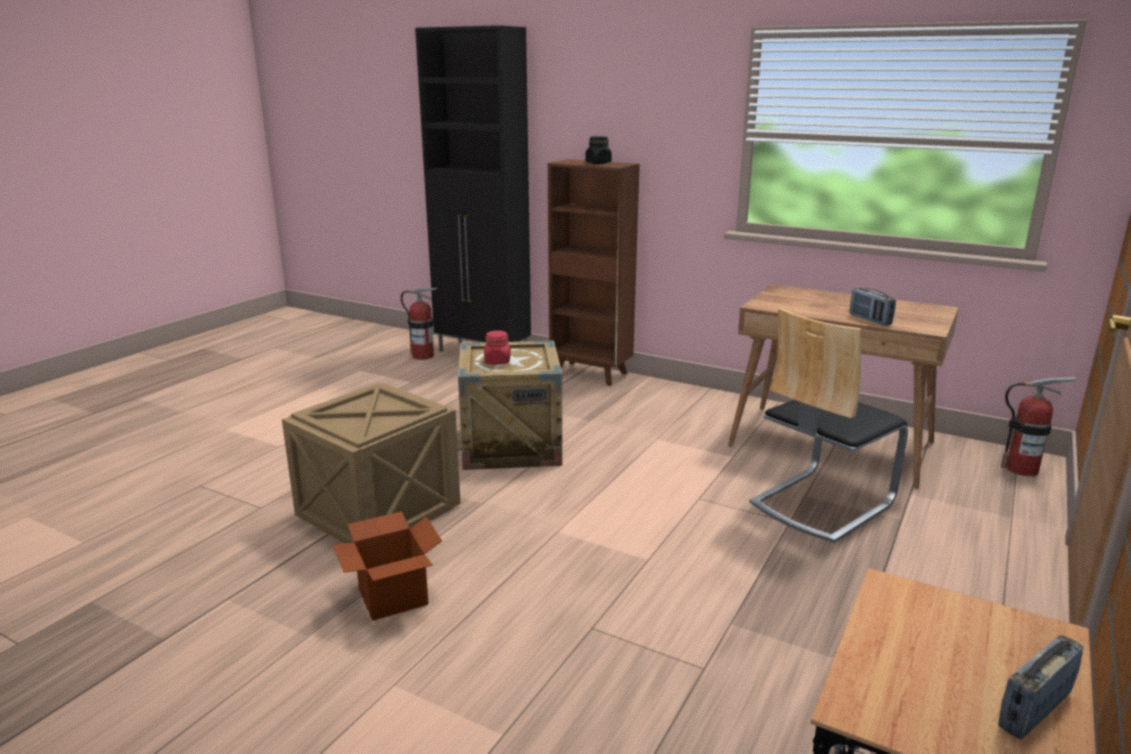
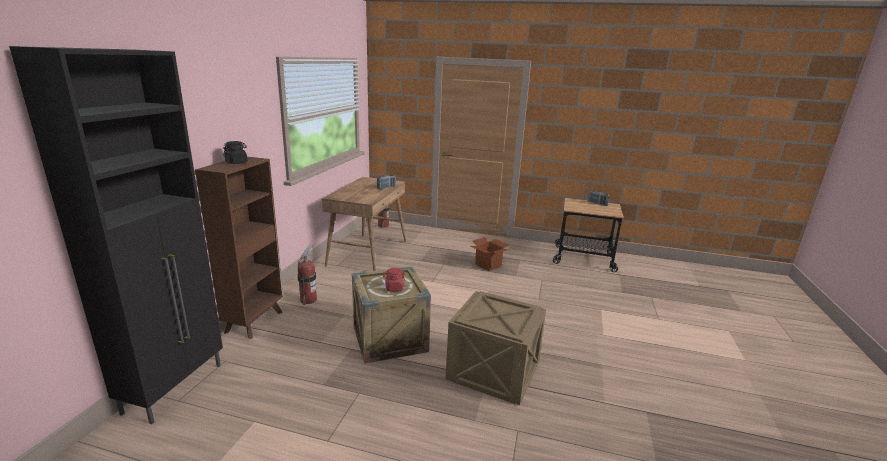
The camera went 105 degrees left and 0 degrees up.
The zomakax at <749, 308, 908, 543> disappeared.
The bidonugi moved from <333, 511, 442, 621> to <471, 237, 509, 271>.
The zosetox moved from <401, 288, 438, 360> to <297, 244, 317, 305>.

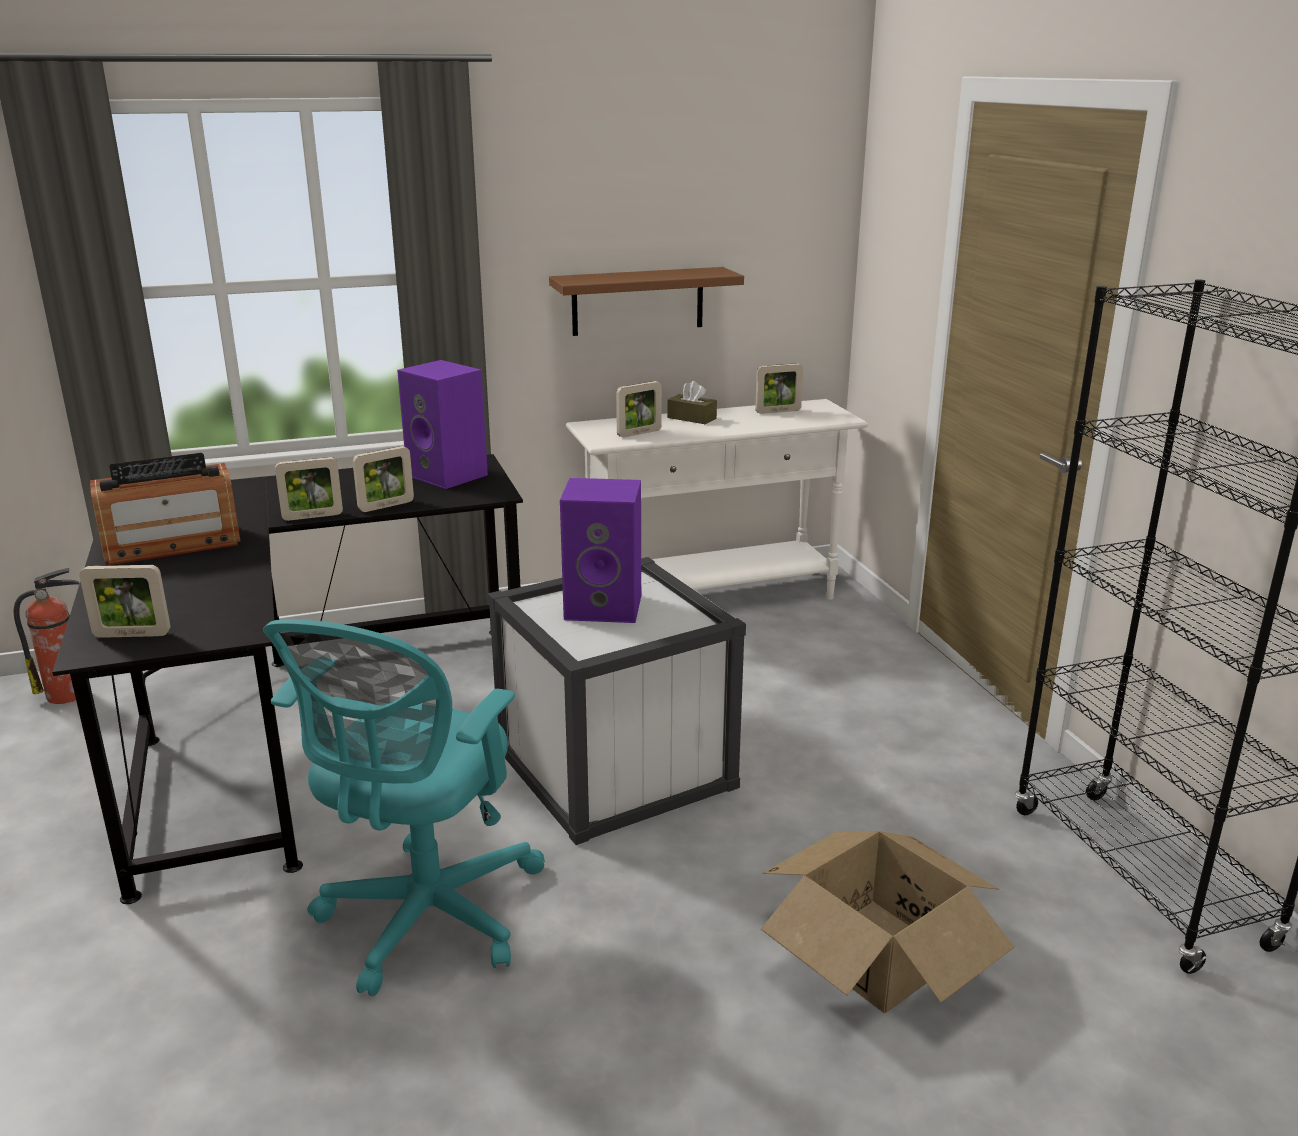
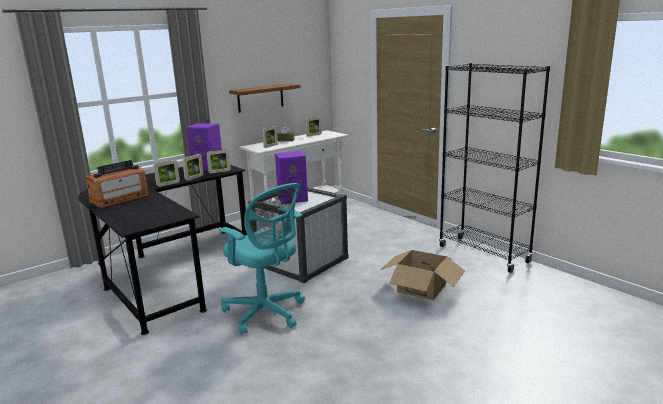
The camera went 20 degrees left and 5 degrees down.
The zosetox at <14, 568, 79, 704> disappeared.
The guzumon moved from <79, 565, 171, 638> to <206, 149, 231, 174>.
The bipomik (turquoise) at <263, 619, 545, 996> turned 45 degrees counterclockwise.

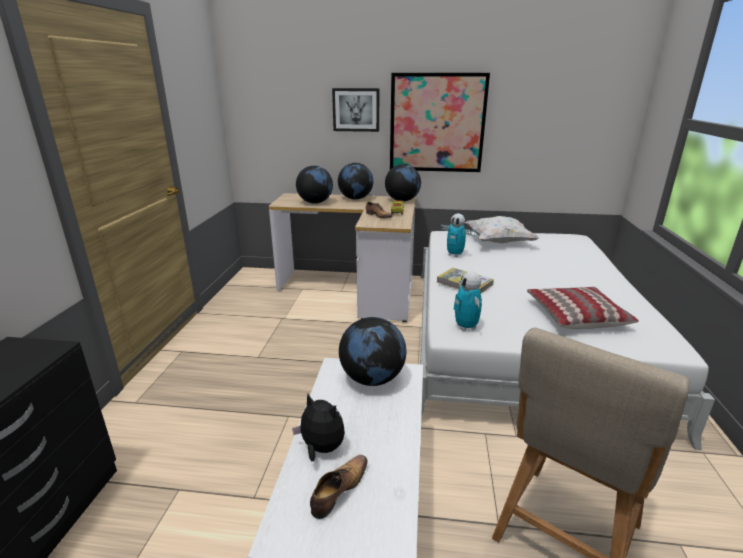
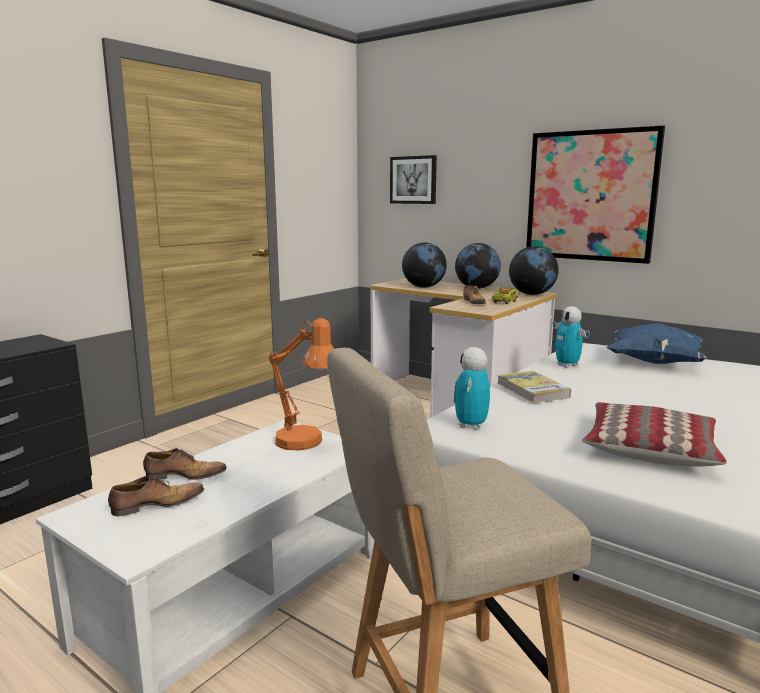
The camera went 30 degrees right and 10 degrees down.
The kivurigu moved from <332, 88, 379, 132> to <390, 155, 437, 204>.
The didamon at <292, 394, 345, 462> was replaced by the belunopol at <143, 448, 227, 480>.
The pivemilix at <339, 317, 406, 386> was replaced by the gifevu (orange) at <268, 318, 334, 450>.
The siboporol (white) at <465, 216, 539, 243> became the siboporol (blue) at <606, 323, 707, 364>.

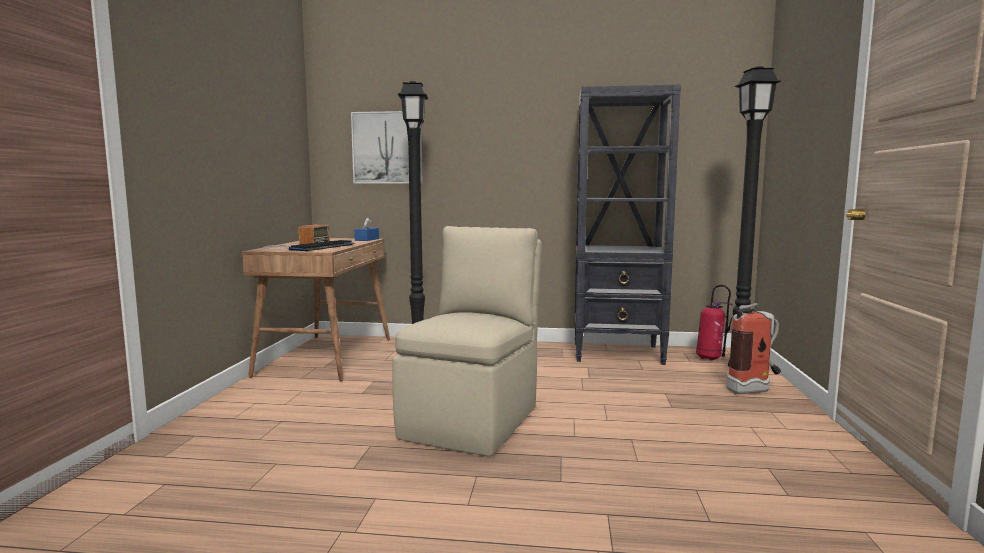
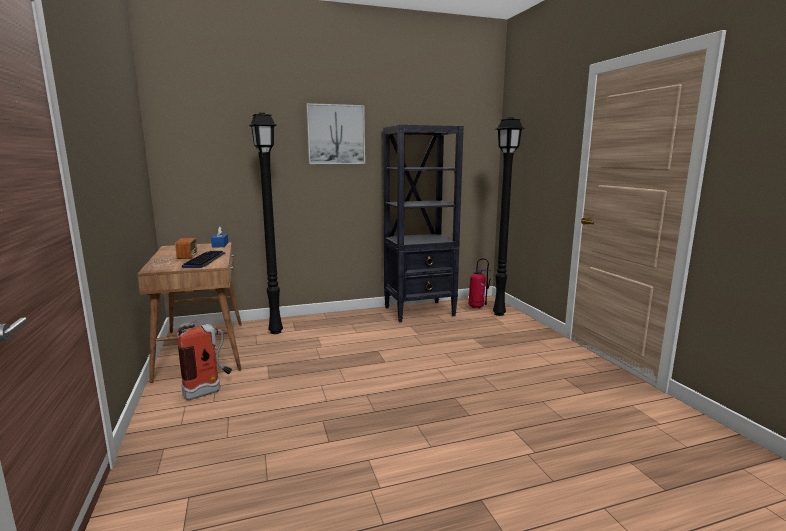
The camera went 25 degrees left and 5 degrees up.
The zomakax (beige) at <393, 226, 542, 456> disappeared.
The kivurigu moved from <351, 111, 423, 184> to <306, 103, 365, 164>.
The zosetox moved from <726, 303, 781, 394> to <177, 320, 232, 400>.

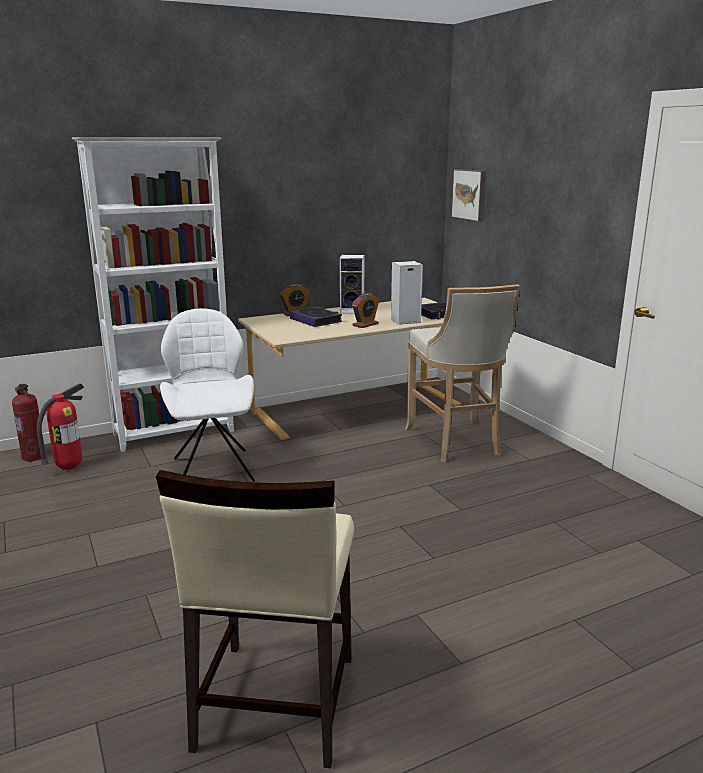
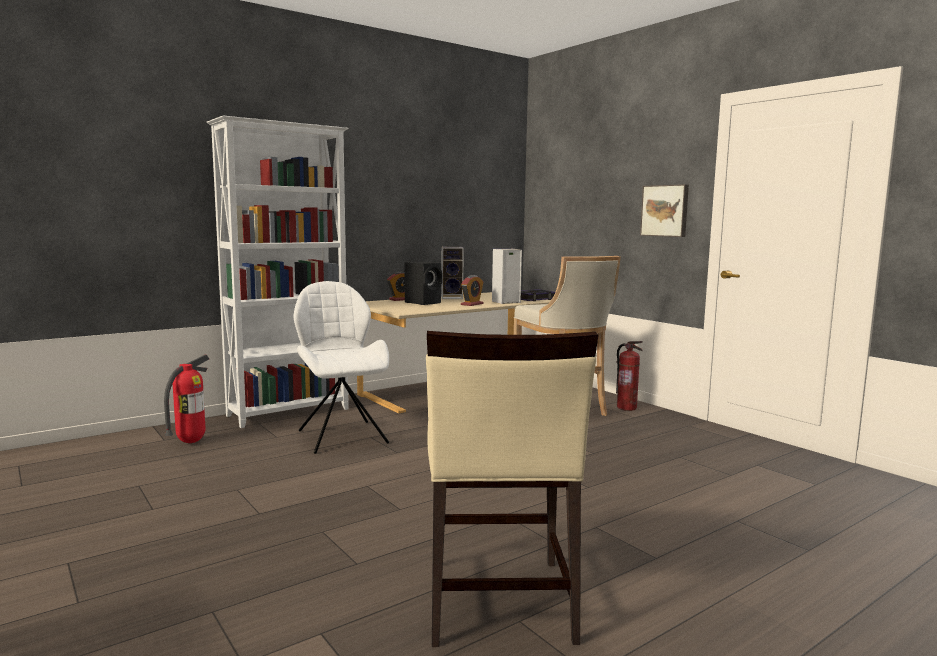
The camera went 10 degrees left and 10 degrees down.
The zosetox moved from <12, 383, 46, 461> to <616, 341, 643, 411>.
The kivurigu moved from <451, 169, 486, 222> to <640, 184, 689, 237>.
The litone at <290, 306, 342, 327> was replaced by the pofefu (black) at <405, 261, 443, 305>.

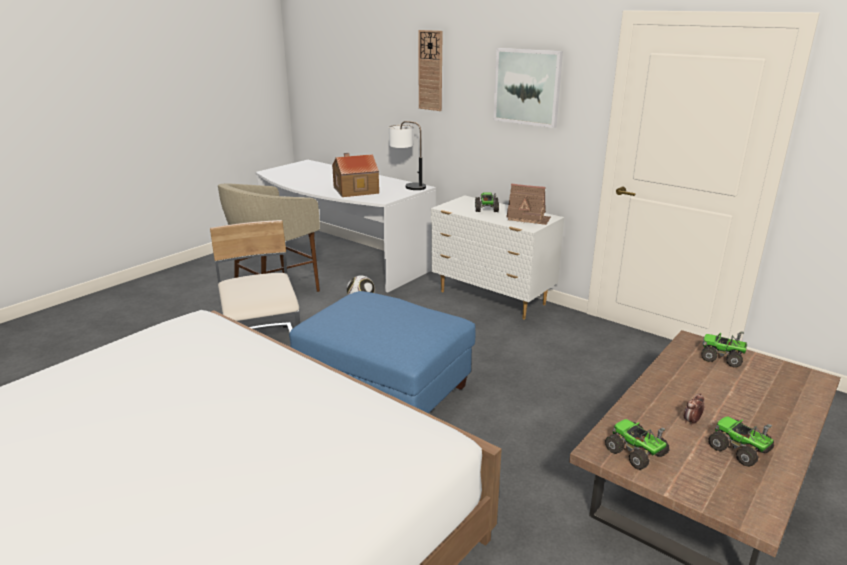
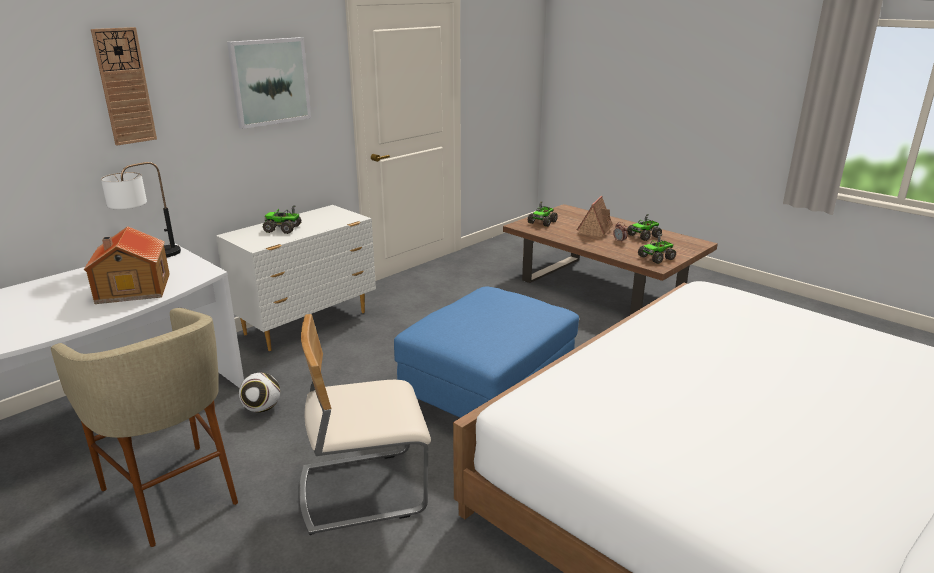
The camera went 85 degrees left and 0 degrees up.
The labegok moved from <506, 183, 551, 225> to <577, 196, 613, 237>.

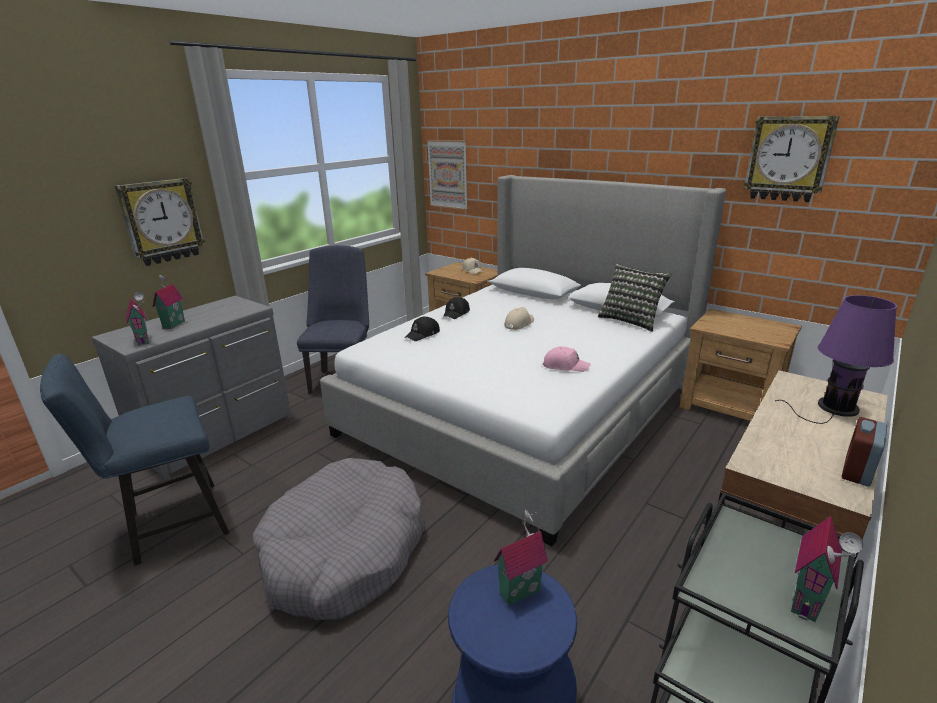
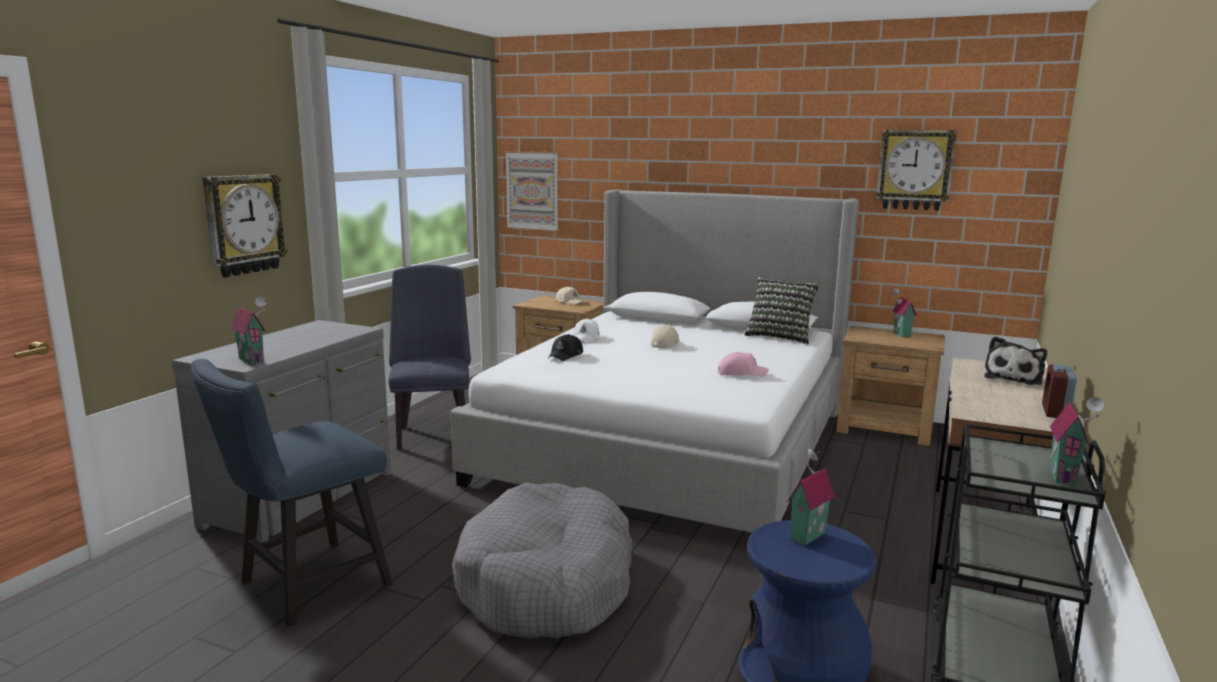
The camera went 15 degrees left and 10 degrees down.
The labegok moved from <153, 275, 185, 329> to <892, 289, 916, 337>.
The gifevu (purple) at <775, 295, 897, 424> was replaced by the didamon at <984, 336, 1047, 385>.
The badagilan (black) at <443, 297, 470, 319> became the badagilan (white) at <573, 318, 600, 343>.

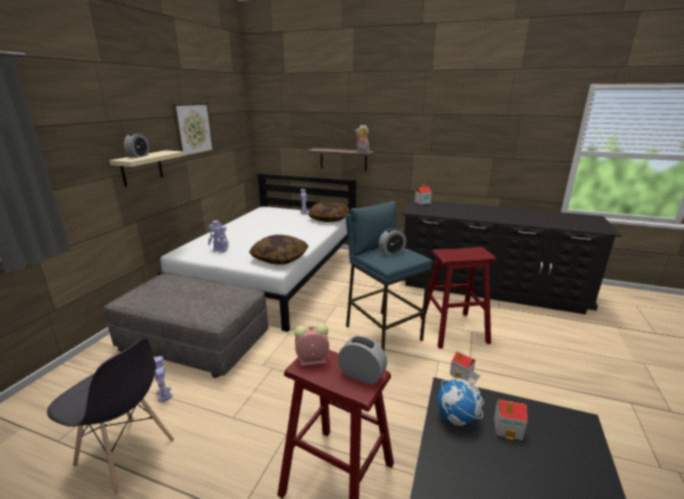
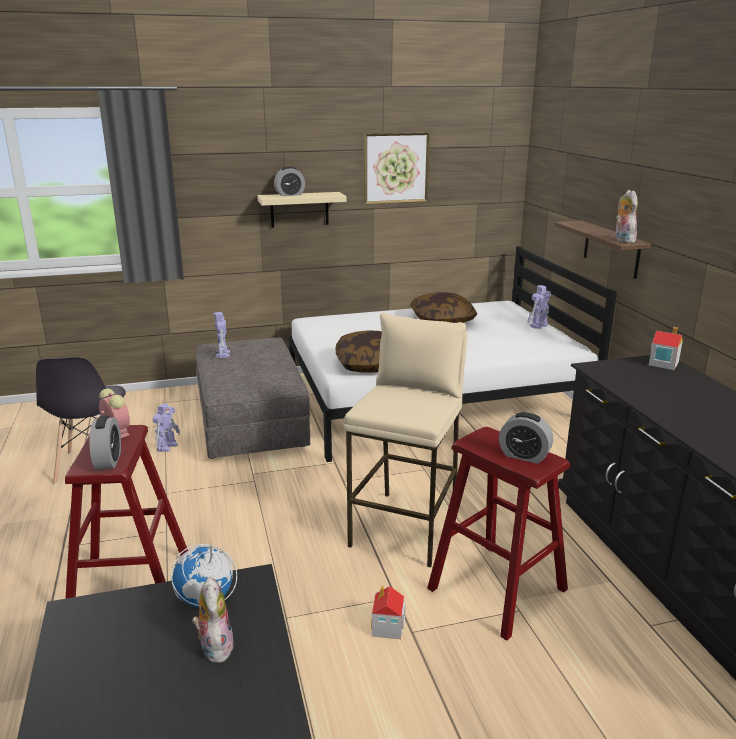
The camera went 55 degrees right and 0 degrees up.
The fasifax moved from <208, 220, 229, 253> to <214, 312, 230, 358>.
The siboporol moved from <308, 202, 350, 222> to <410, 292, 477, 323>.
The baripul moved from <379, 228, 406, 255> to <499, 412, 553, 464>.
The labegok at <494, 399, 527, 441> was replaced by the didamon at <192, 577, 234, 663>.
The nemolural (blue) at <346, 201, 432, 352> became the nemolural (beige) at <344, 313, 468, 568>.

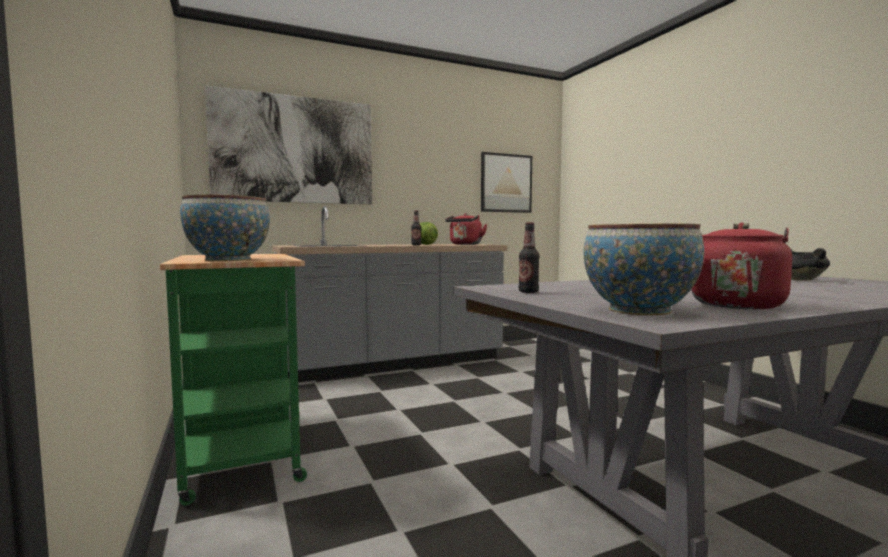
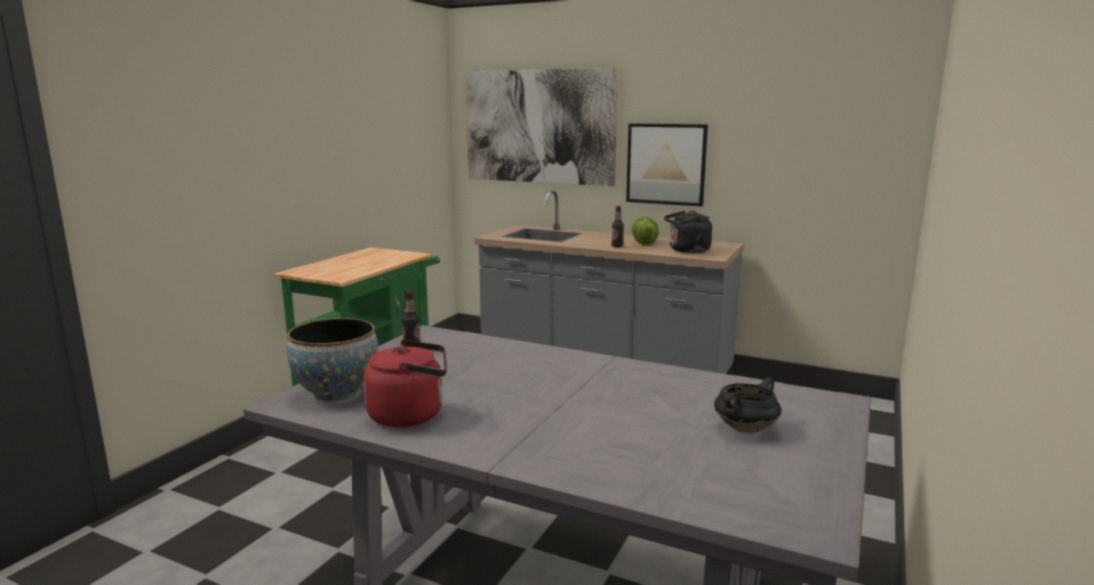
The camera went 50 degrees right and 10 degrees up.
The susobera at <180, 195, 270, 261> disappeared.
The kivurigu moved from <481, 152, 532, 213> to <626, 124, 708, 207>.
The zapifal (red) at <445, 213, 487, 245> became the zapifal (black) at <664, 211, 712, 253>.

